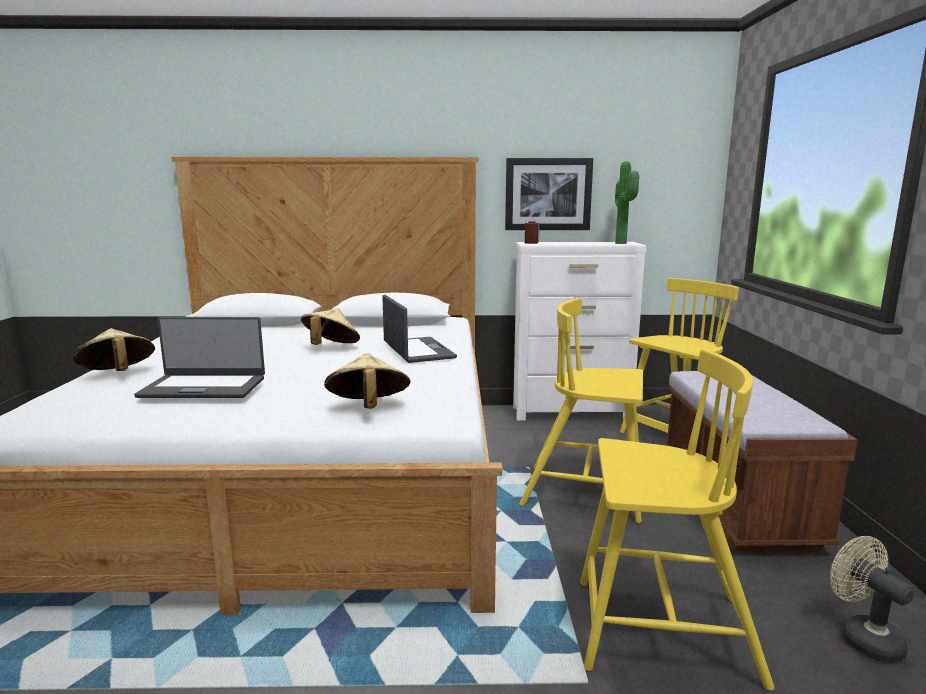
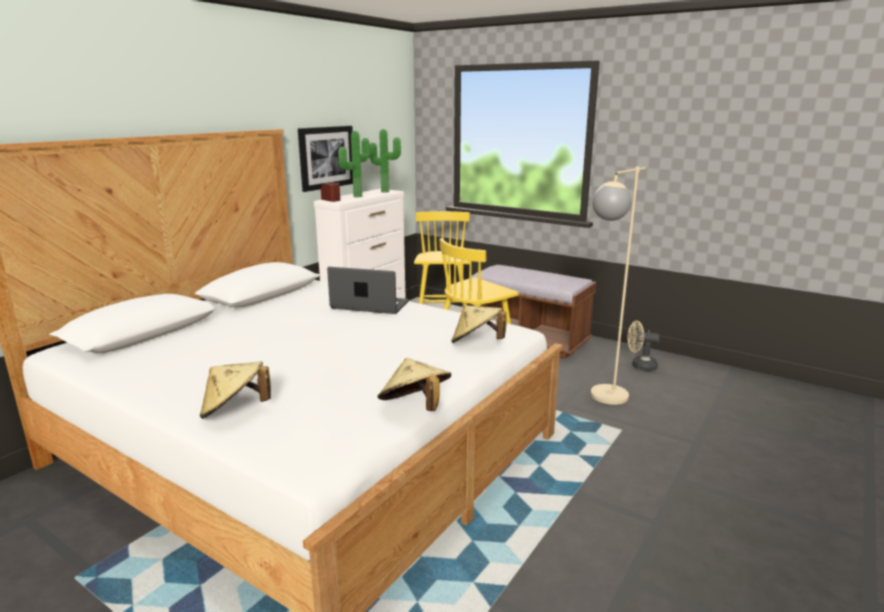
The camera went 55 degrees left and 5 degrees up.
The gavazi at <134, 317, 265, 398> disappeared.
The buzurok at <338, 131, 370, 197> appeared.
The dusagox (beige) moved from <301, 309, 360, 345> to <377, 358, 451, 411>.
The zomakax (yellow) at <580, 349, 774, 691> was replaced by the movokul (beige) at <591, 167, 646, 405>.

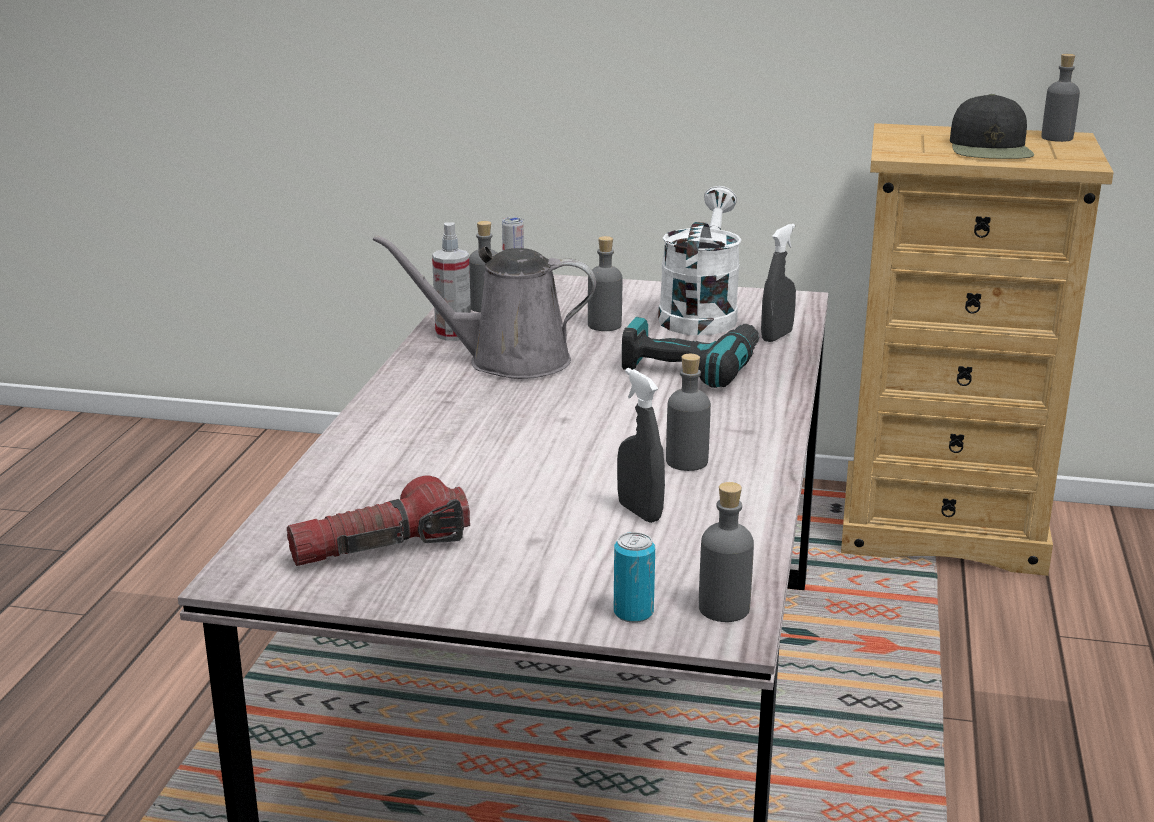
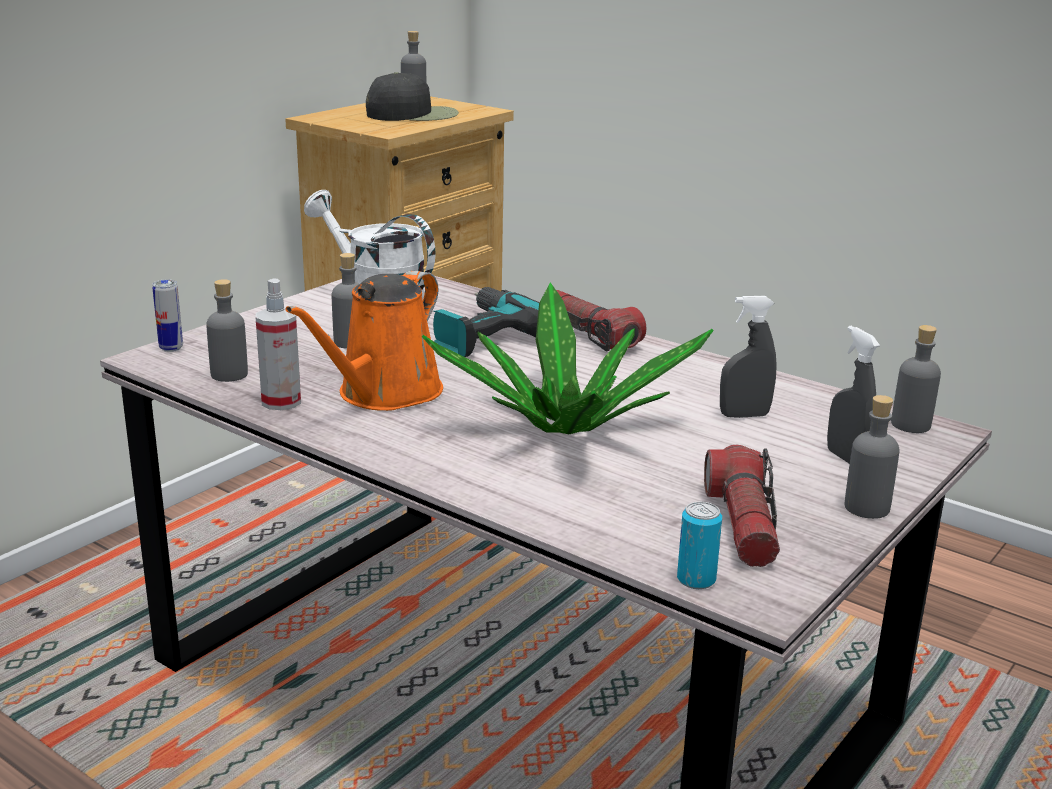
The camera went 65 degrees left and 0 degrees up.
The buzurok at <422, 282, 714, 434> appeared.
The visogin at <556, 290, 646, 351> appeared.
The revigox moved from <614, 532, 655, 623> to <677, 502, 722, 589>.
The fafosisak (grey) moved from <666, 354, 711, 471> to <845, 395, 900, 519>.
The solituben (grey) moved from <761, 224, 796, 342> to <827, 326, 880, 464>.
The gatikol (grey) at <373, 235, 596, 379> became the gatikol (orange) at <285, 271, 443, 411>.
The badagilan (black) at <950, 94, 1034, 159> turned 45 degrees counterclockwise.

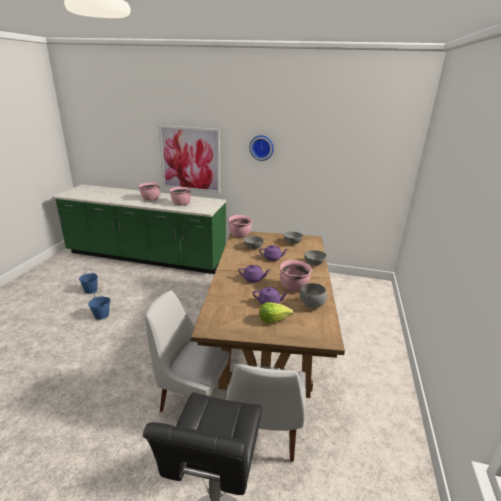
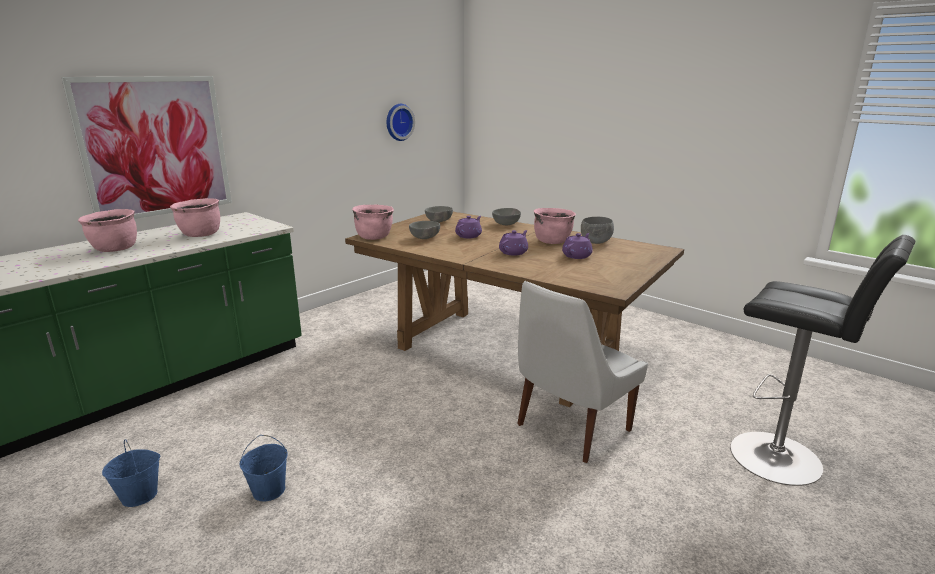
The camera went 60 degrees left and 5 degrees down.
The zomakax (white) at <226, 364, 306, 462> disappeared.
The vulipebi at <259, 302, 293, 323> disappeared.
The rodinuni moved from <249, 135, 274, 161> to <387, 104, 415, 141>.

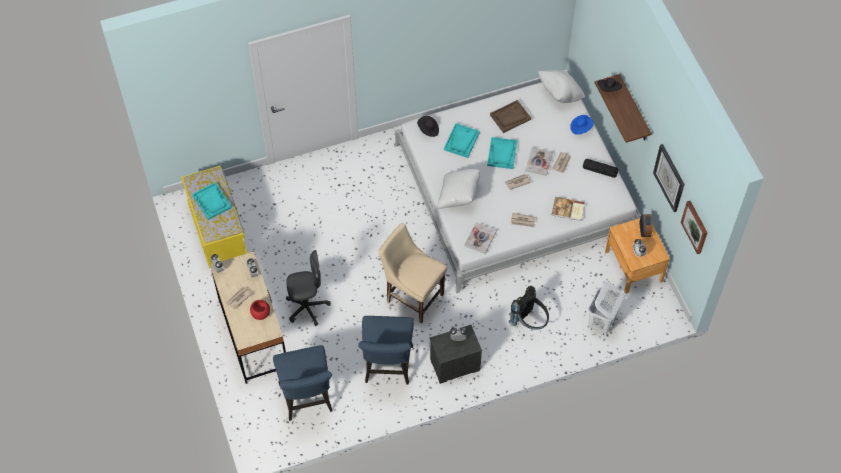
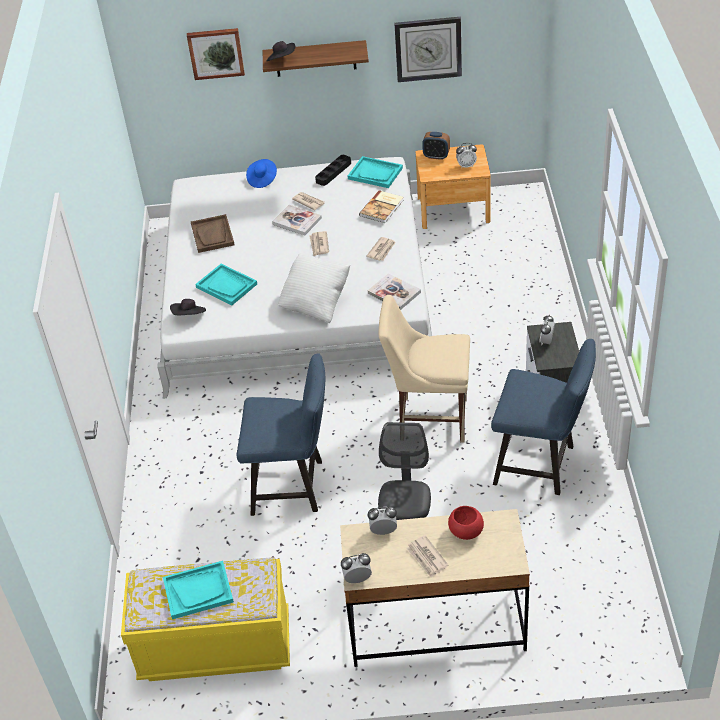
The camera went 70 degrees left and 15 degrees down.
The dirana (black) at <509, 286, 549, 330> disappeared.
The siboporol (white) at <538, 70, 585, 103> disappeared.
The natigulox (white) at <589, 282, 624, 335> disappeared.
The zomakax (blue) moved from <273, 345, 333, 421> to <237, 353, 325, 516>.
The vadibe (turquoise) moved from <487, 137, 517, 169> to <348, 156, 403, 188>.
The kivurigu moved from <681, 201, 707, 254> to <187, 28, 245, 80>.
The zomakax (beige) at <378, 223, 447, 324> turned 45 degrees clockwise.

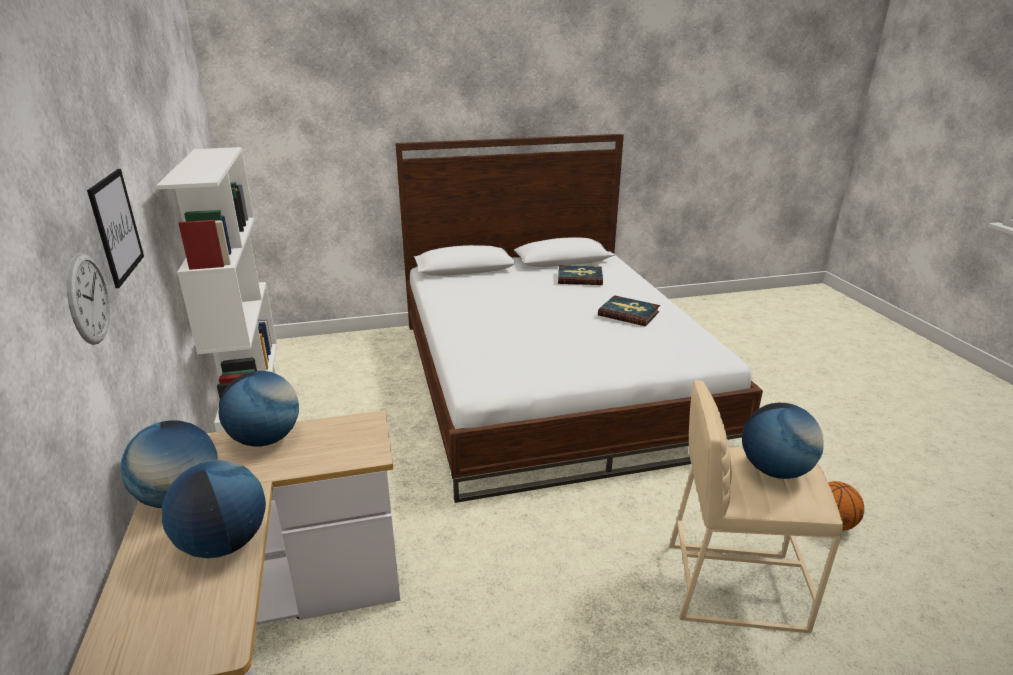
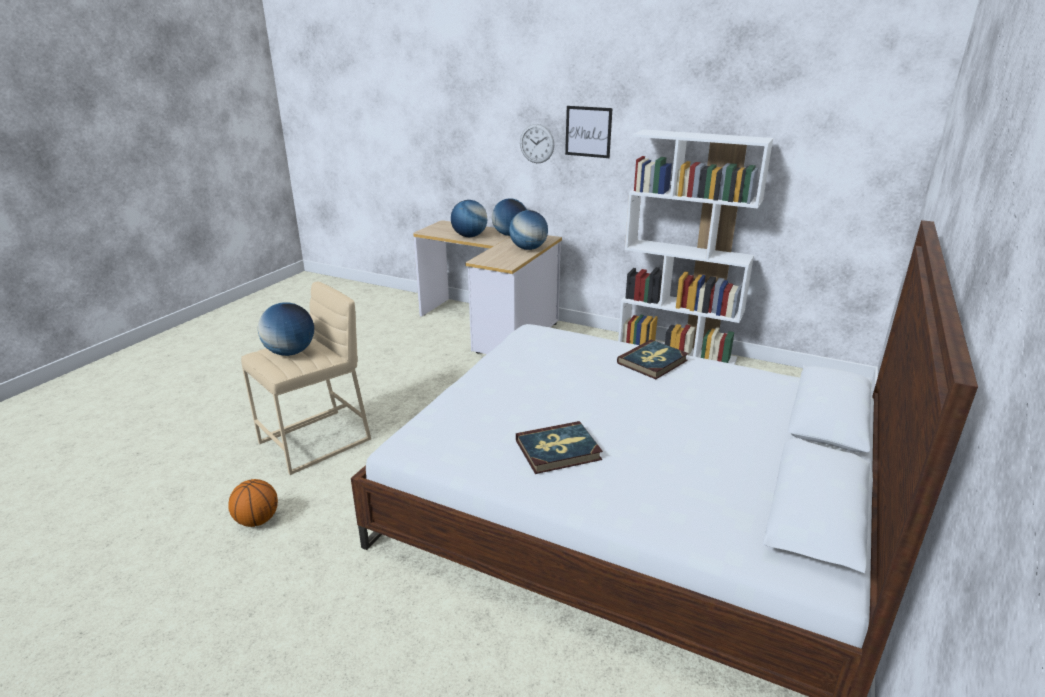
The camera went 130 degrees right and 0 degrees up.
The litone moved from <558, 265, 603, 285> to <617, 339, 689, 379>.

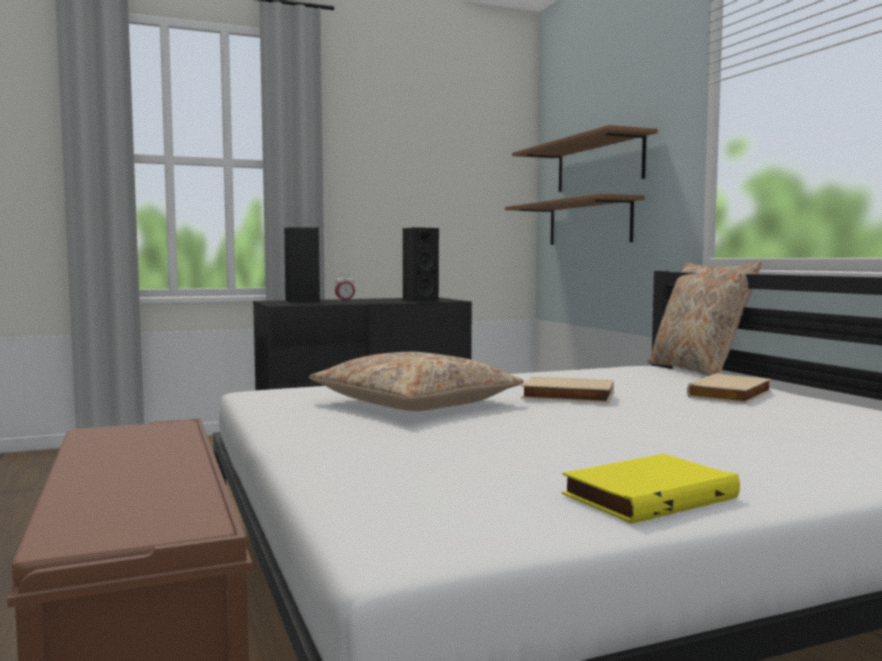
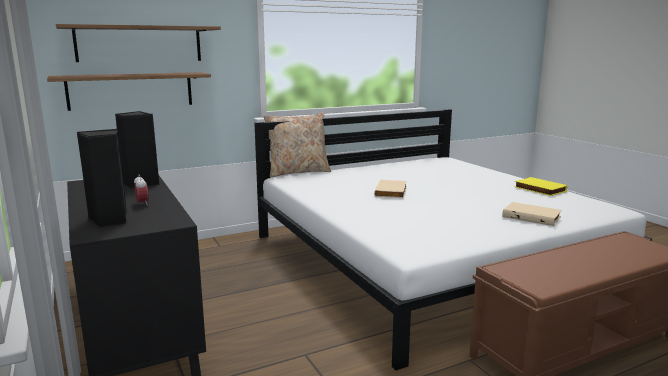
The camera went 95 degrees left and 10 degrees up.
The siboporol (beige) at <309, 352, 524, 411> disappeared.
The litone (beige) moved from <687, 373, 771, 403> to <502, 202, 562, 226>.

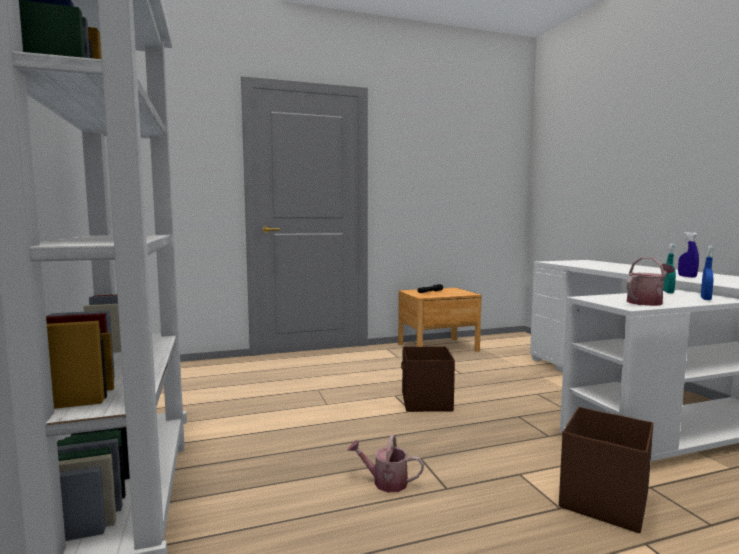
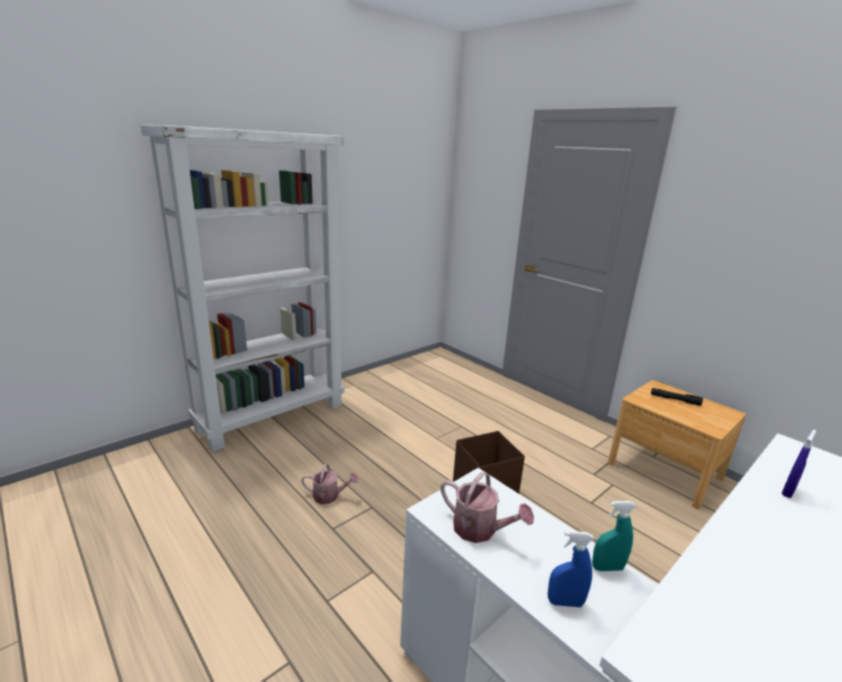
The camera went 65 degrees right and 15 degrees up.
The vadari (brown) at <559, 407, 653, 533> disappeared.
The solituben (blue) moved from <678, 232, 699, 278> to <782, 430, 816, 498>.
The gatikol at <348, 434, 424, 492> turned 105 degrees clockwise.

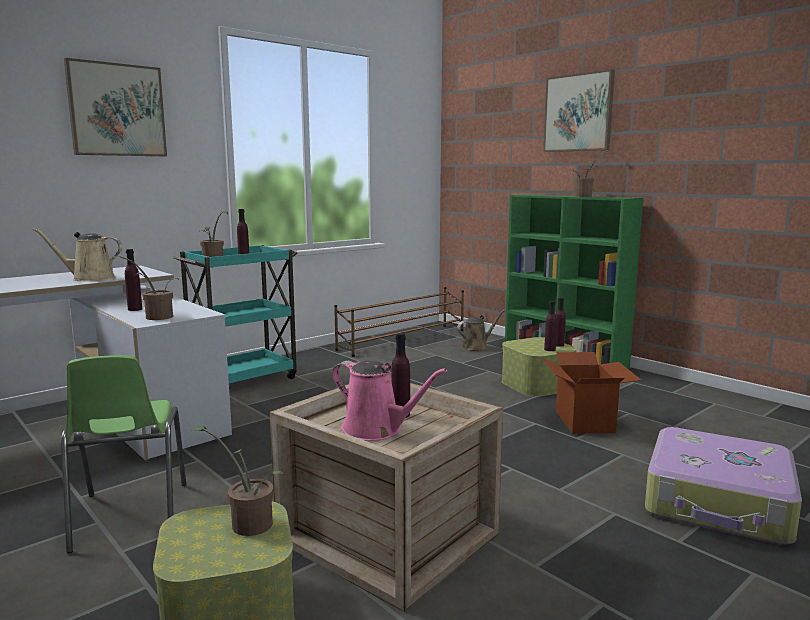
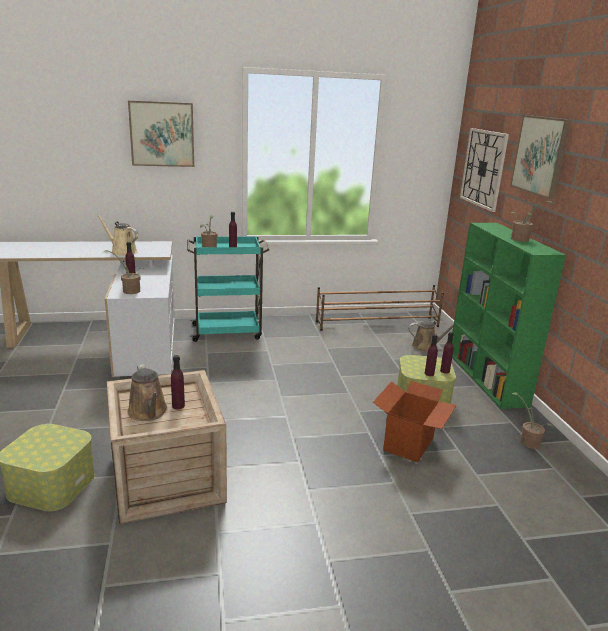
The camera went 30 degrees right and 10 degrees up.
The zomakax (green) at <61, 355, 186, 554> disappeared.
The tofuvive at <645, 427, 802, 545> disappeared.
The rodinuni at <460, 128, 509, 212> appeared.
The buzurok moved from <190, 426, 286, 536> to <511, 393, 552, 449>.
The gatikol (pink) at <332, 360, 447, 441> became the gatikol (brown) at <128, 364, 168, 421>.

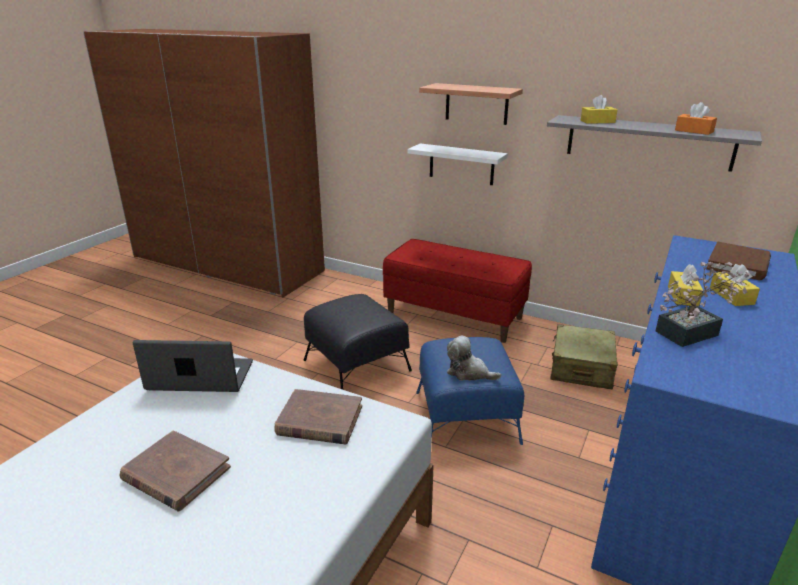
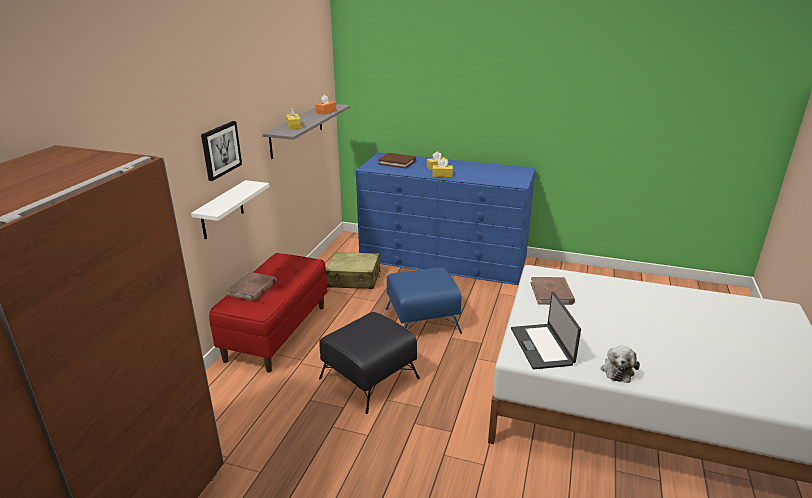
The camera went 100 degrees left and 0 degrees up.
The buzurok at <656, 262, 749, 347> disappeared.
The litone (brown) moved from <120, 430, 231, 511> to <227, 272, 277, 301>.
The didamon moved from <447, 335, 501, 381> to <601, 346, 640, 383>.
The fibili at <419, 83, 523, 125> was replaced by the kivurigu at <201, 121, 242, 181>.

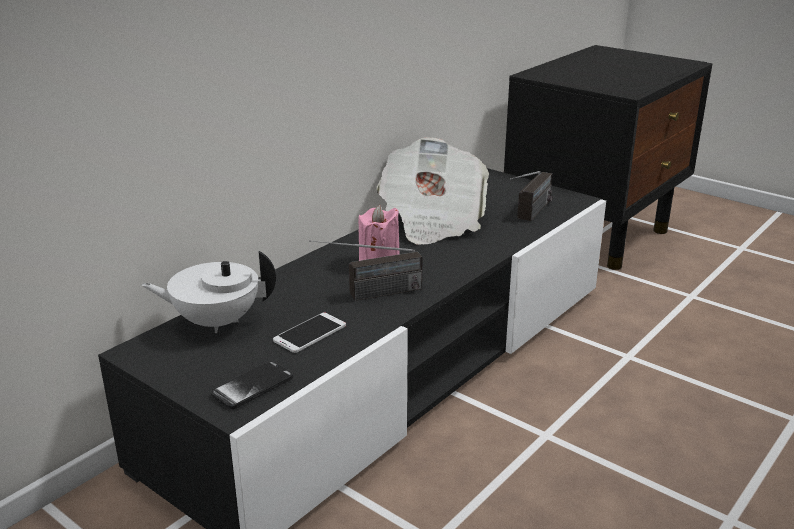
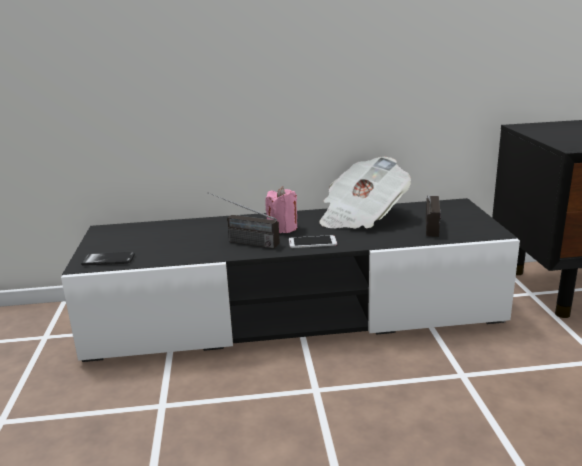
The camera went 45 degrees right and 5 degrees down.
The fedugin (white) at <142, 251, 276, 333> disappeared.
The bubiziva moved from <273, 312, 346, 353> to <289, 235, 337, 248>.
The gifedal at <510, 171, 553, 221> turned 60 degrees counterclockwise.

